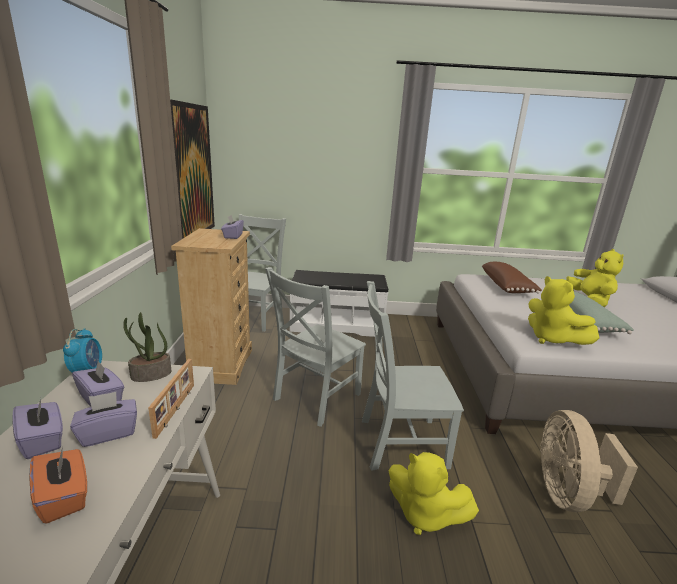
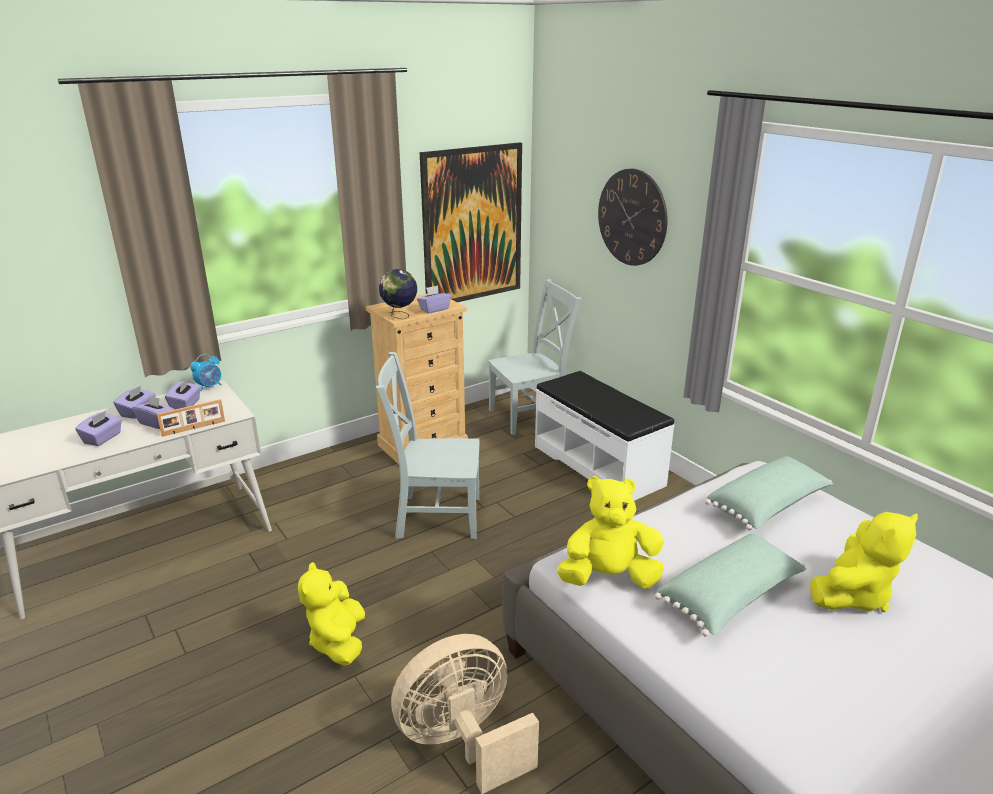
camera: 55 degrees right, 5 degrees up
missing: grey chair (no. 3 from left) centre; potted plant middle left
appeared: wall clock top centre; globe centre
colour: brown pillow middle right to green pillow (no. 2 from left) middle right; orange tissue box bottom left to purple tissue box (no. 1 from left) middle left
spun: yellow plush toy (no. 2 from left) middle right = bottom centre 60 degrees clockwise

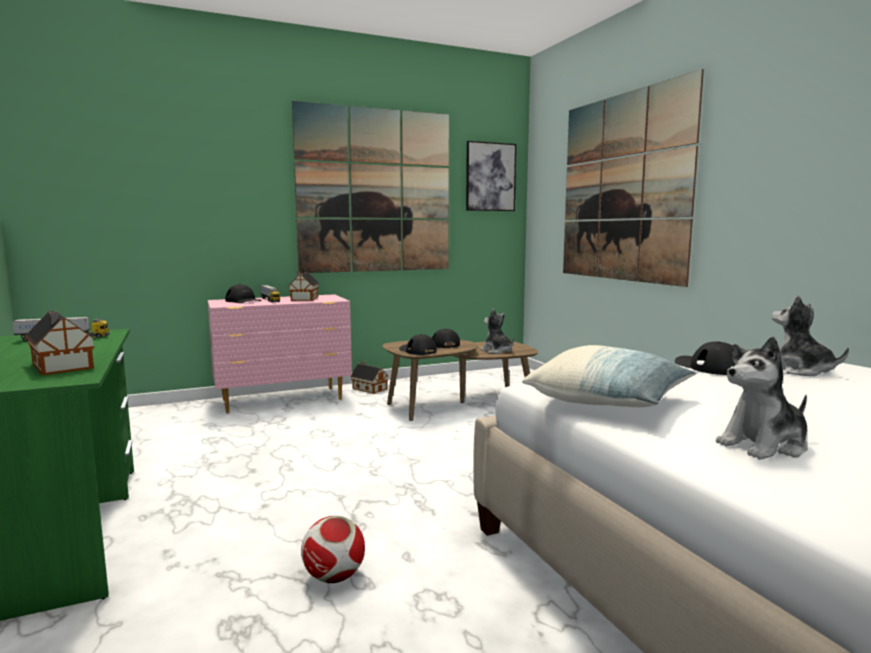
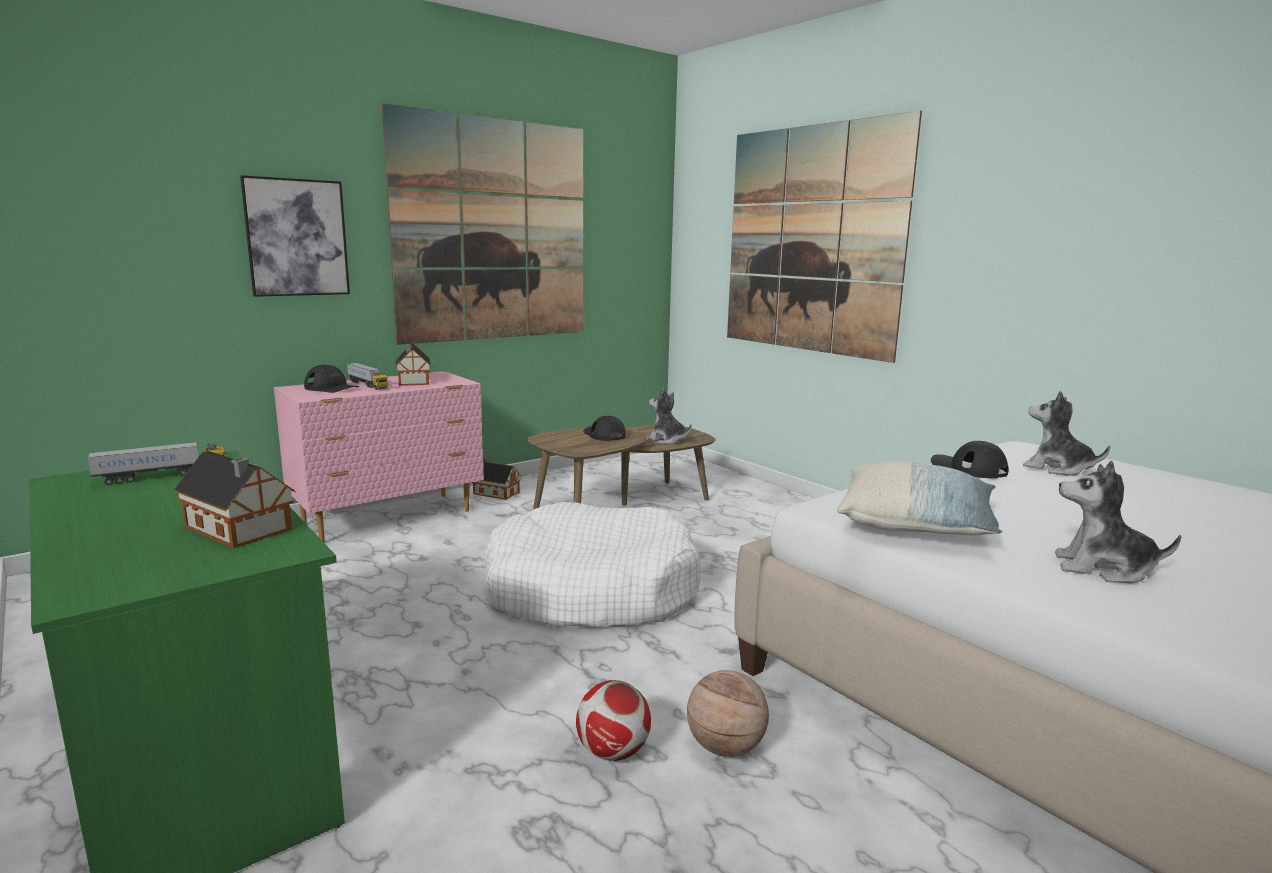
camera: 15 degrees left, 5 degrees up
missing: black cap (no. 2 from left) centre
appeared: white dog bed centre; basketball bottom centre
relocated: picture (no. 2 from left in the first image) top centre to picture (no. 1 from left) top left
spun: plush toy (no. 2 from left in the first image) middle right = middle right 60 degrees clockwise

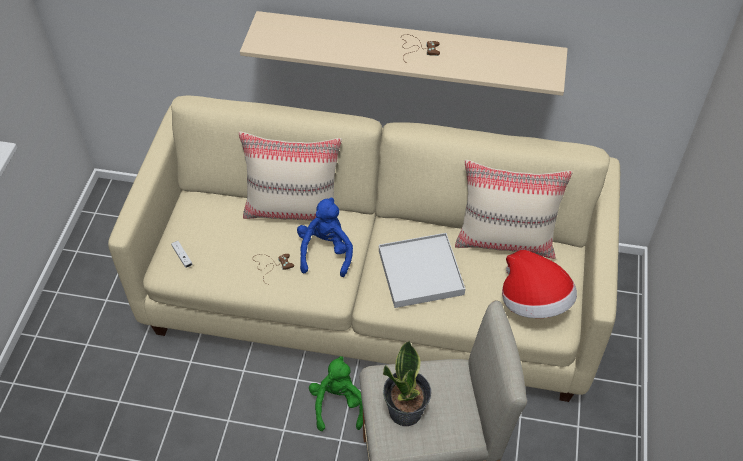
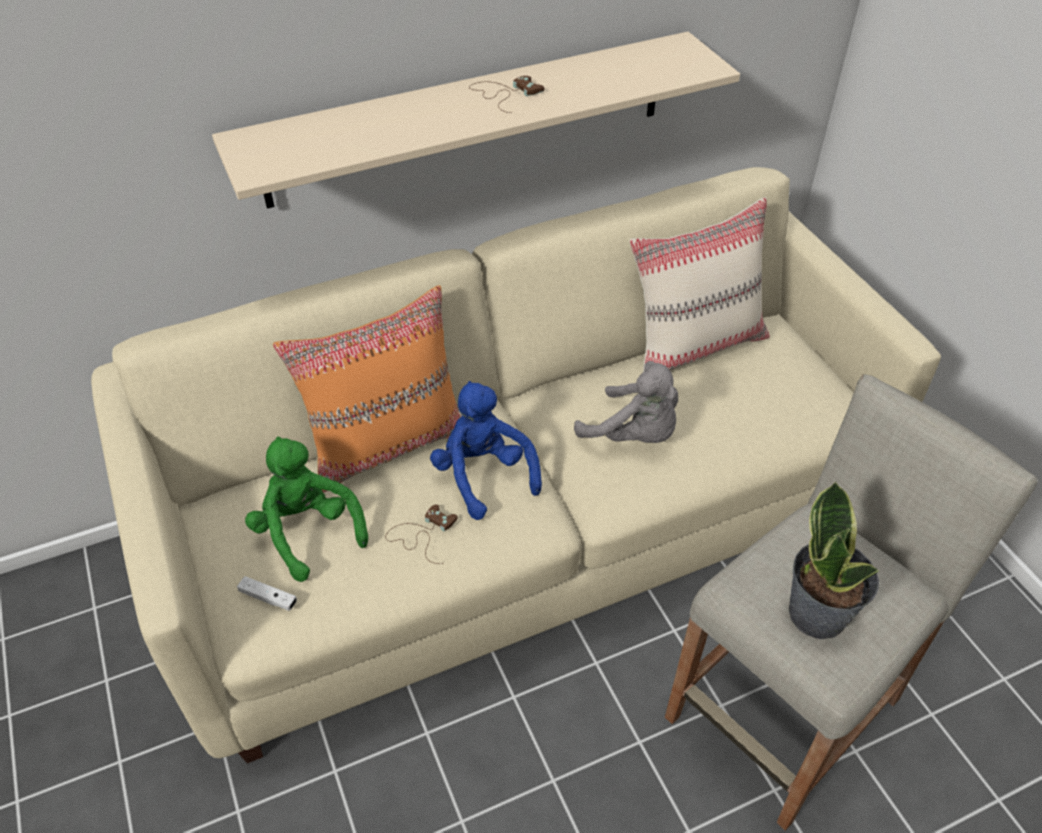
camera: 35 degrees left, 5 degrees down
missing: hat middle right
relocated: green plush toy bottom centre to middle left
exchanged: white tray centre to grey plush toy centre
colour: beige pillow (no. 1 from left) centre to orange pillow centre

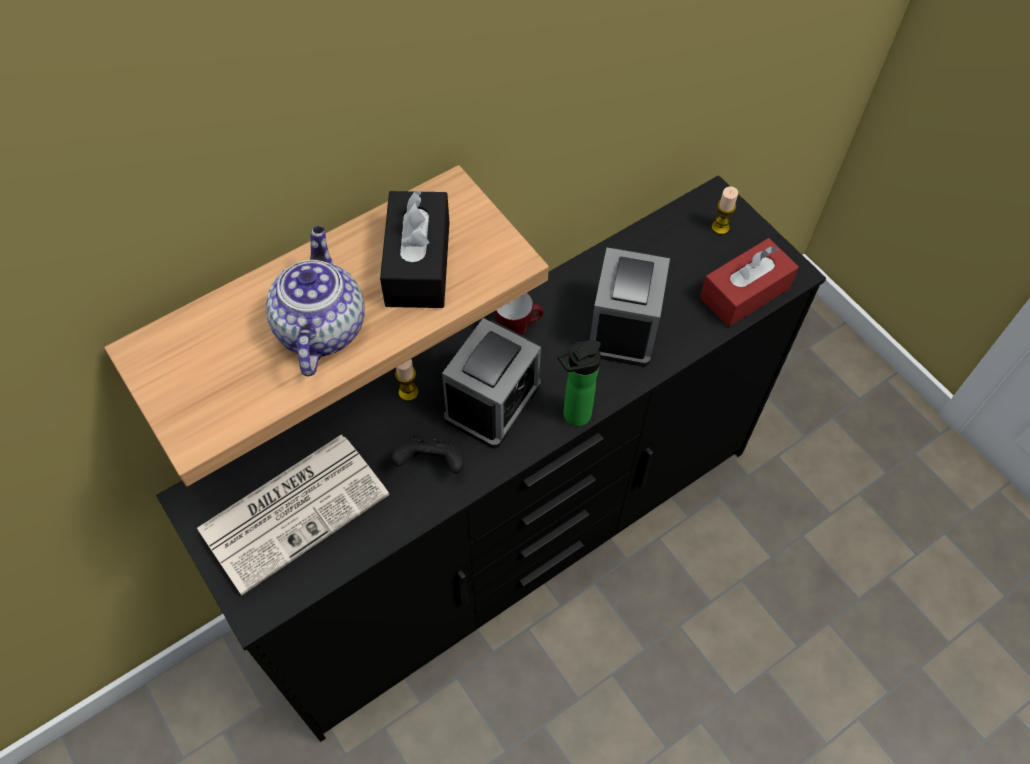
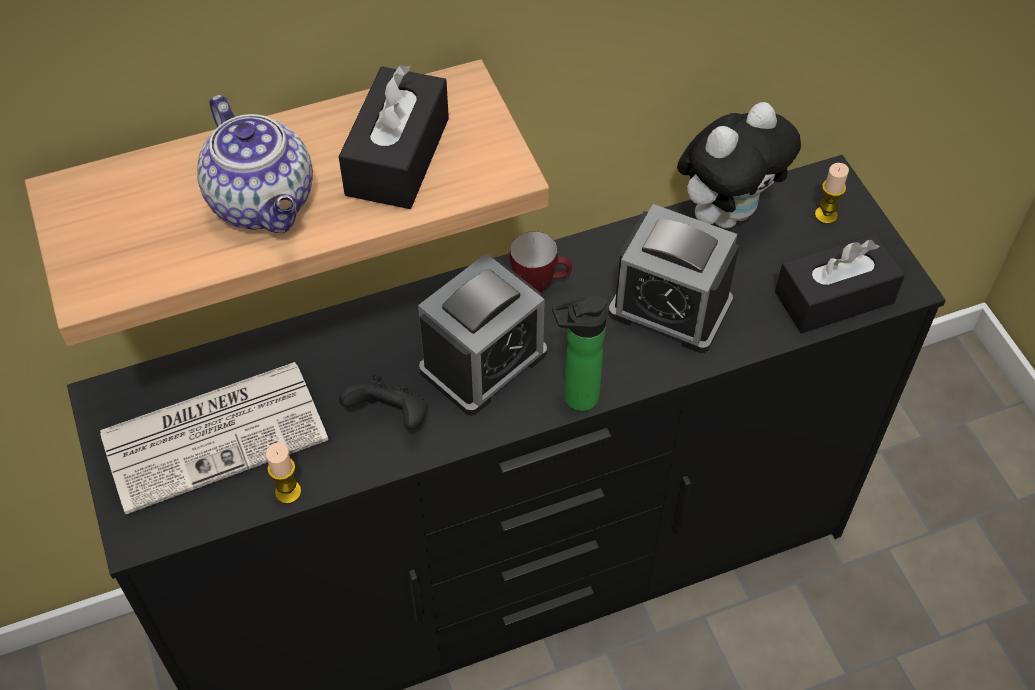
camera: 15 degrees right, 5 degrees down
appeared: plush toy top right
relocated: candle (no. 1 from left) centre to bottom left
colour: red tissue box middle right to black tissue box (no. 2 from left) middle right
spun: teapot middle left = top left 135 degrees clockwise; alarm clock (no. 2 from left) centre = centre 90 degrees clockwise

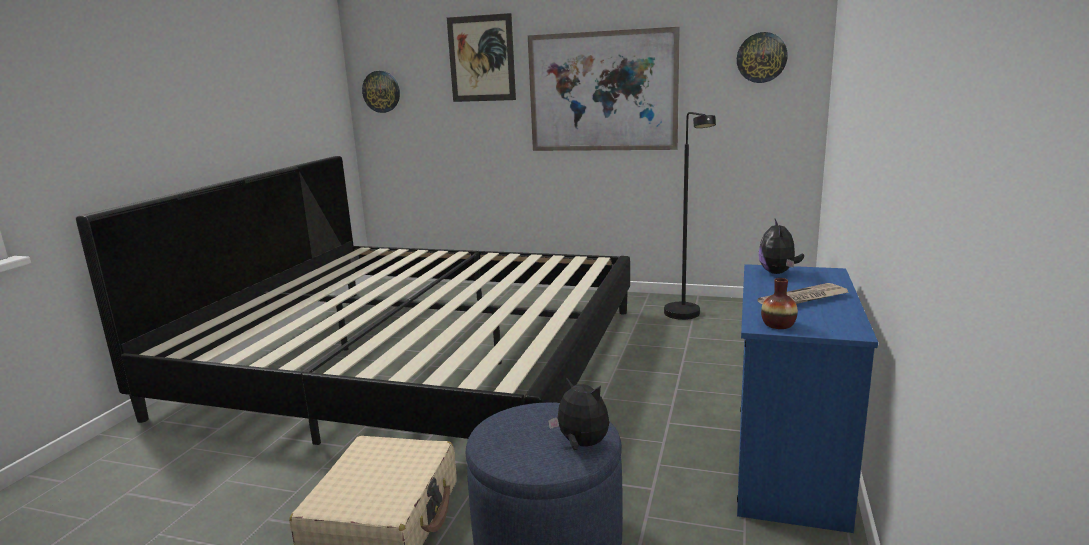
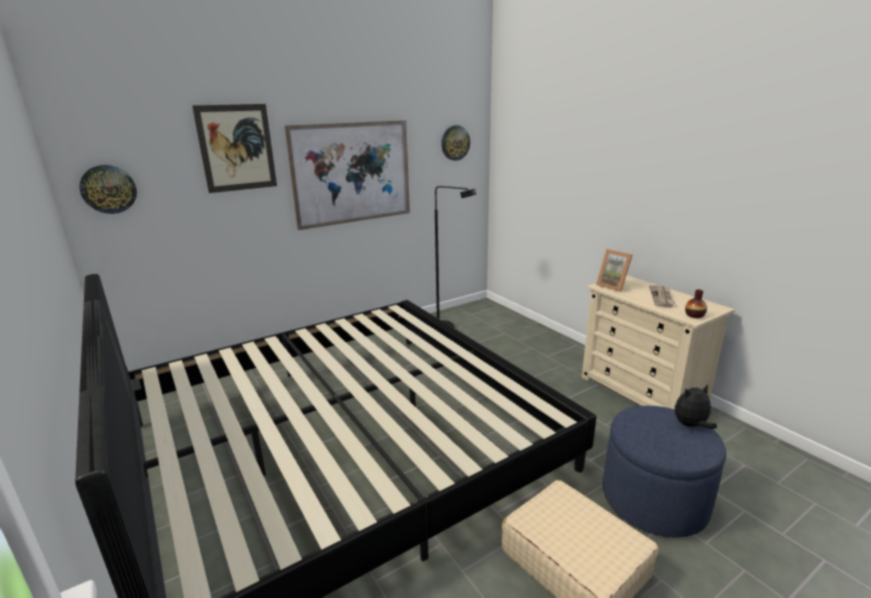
camera: 50 degrees left, 5 degrees up
exchanged: plush toy (no. 2 from left) middle right to picture frame middle right
colour: blue dresser bottom right to beige dresser middle right

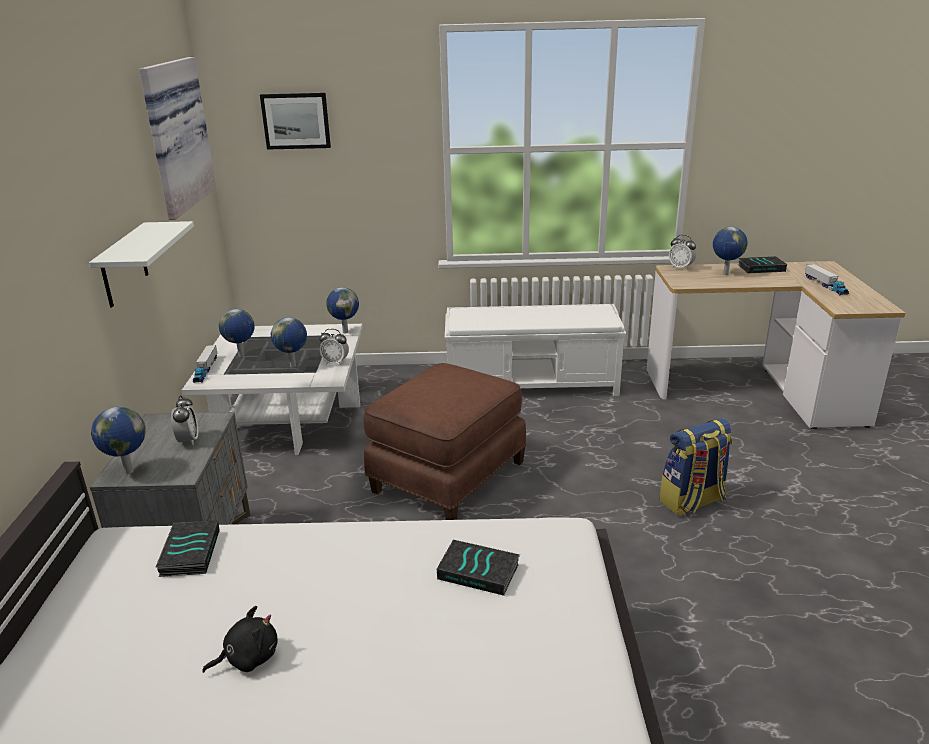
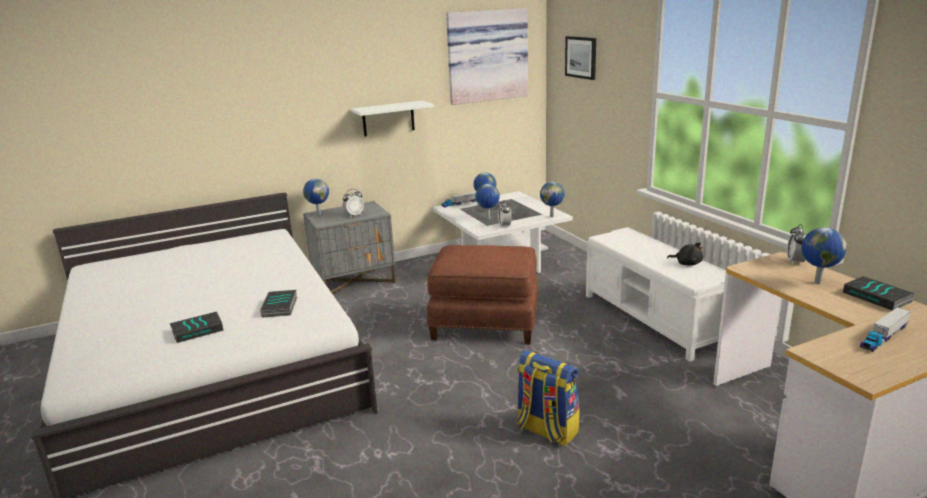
camera: 65 degrees right, 5 degrees down
relocated: book (no. 1 from left) bottom left to middle left; black plush toy bottom left to middle right

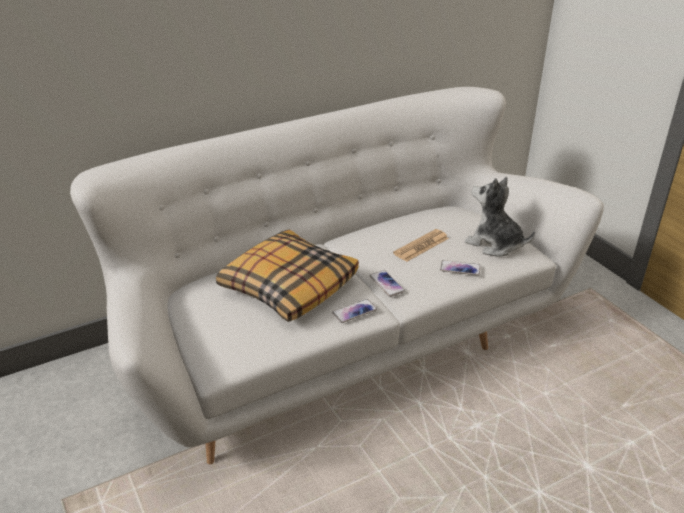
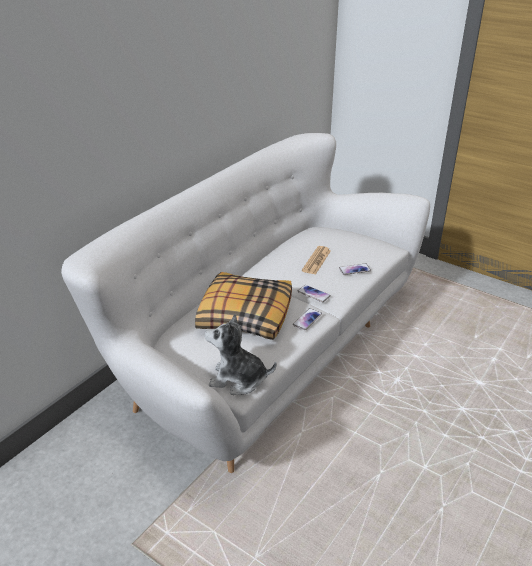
camera: 25 degrees left, 0 degrees up
relocated: plush toy middle right to centre

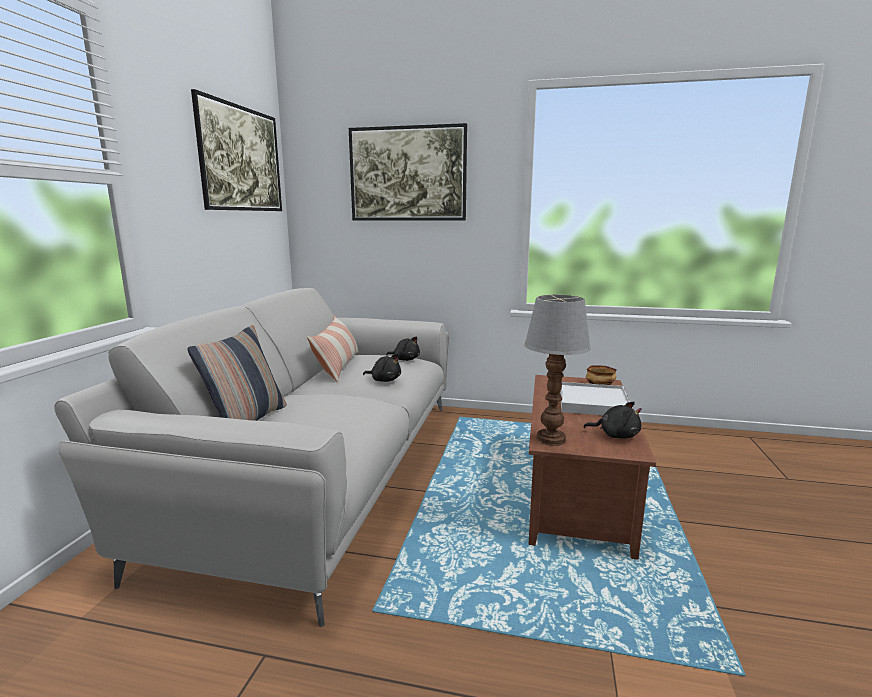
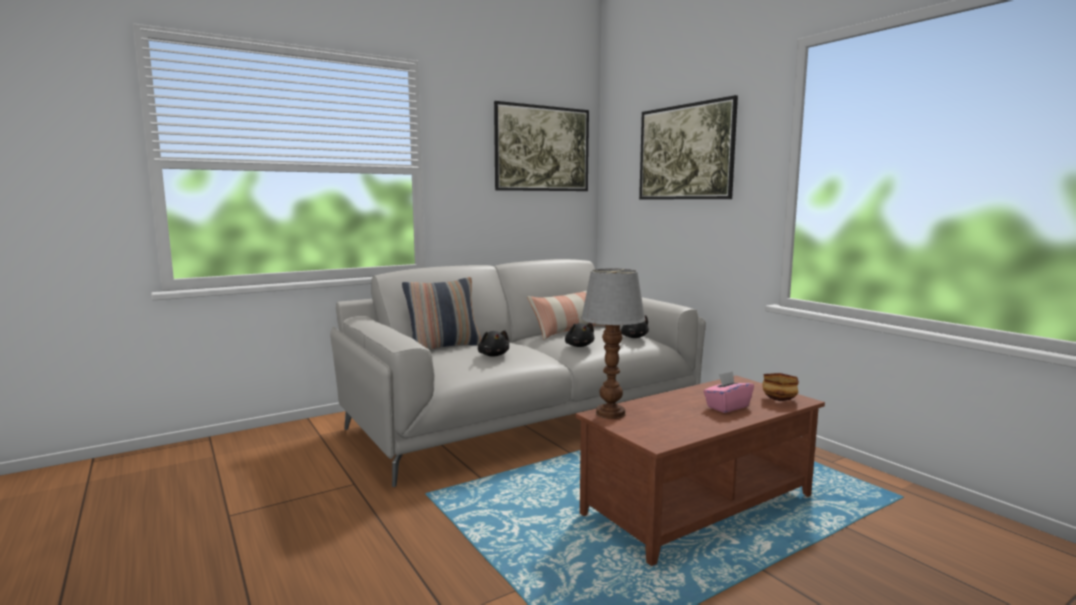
camera: 45 degrees right, 5 degrees down
relocated: black plush toy (no. 3 from left in the first image) middle right to black plush toy (no. 1 from left) centre
exchanged: white tray middle right to pink tissue box middle right

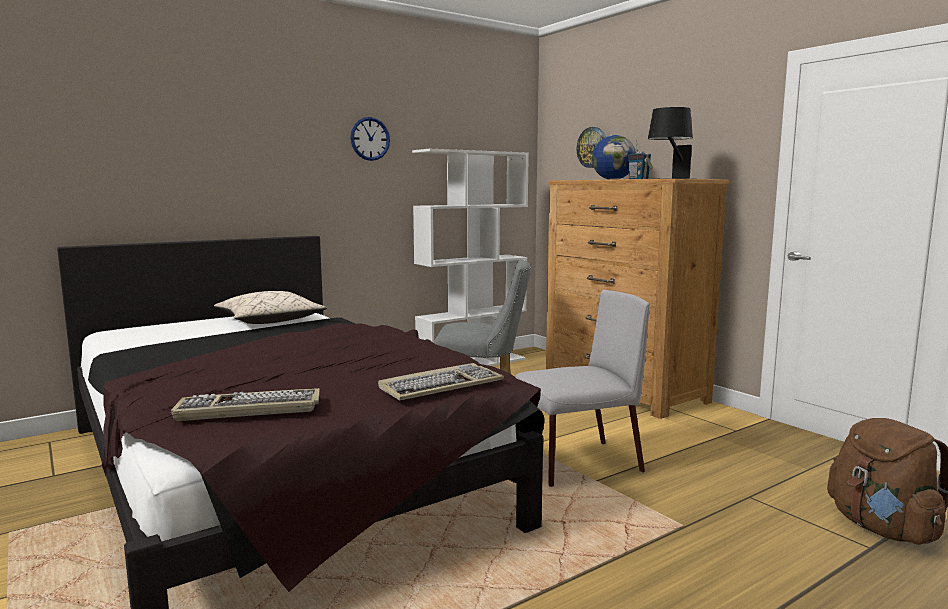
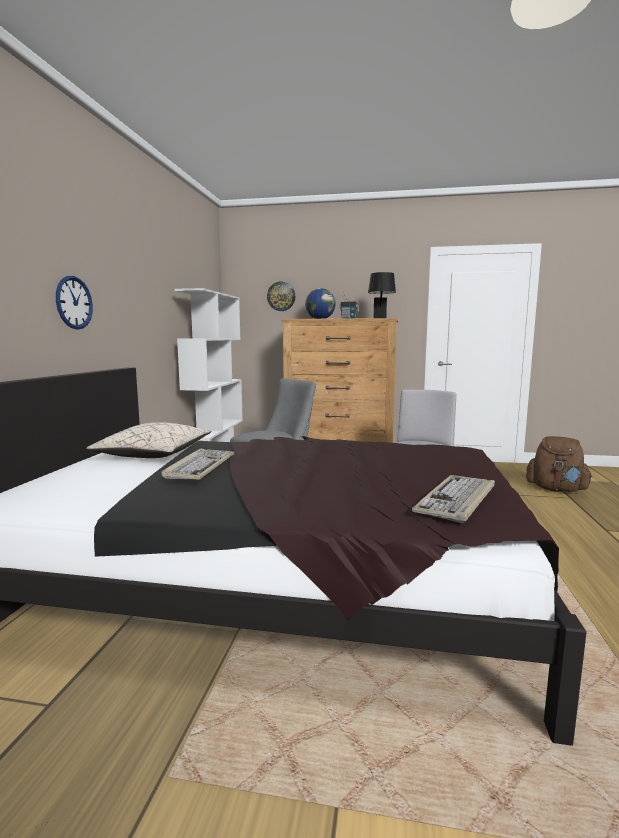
camera: 45 degrees left, 0 degrees up
relocated: wall clock (no. 1 from left) top centre to middle left; keyboard (no. 2 from left in the first image) centre to keyboard (no. 1 from left) middle left

